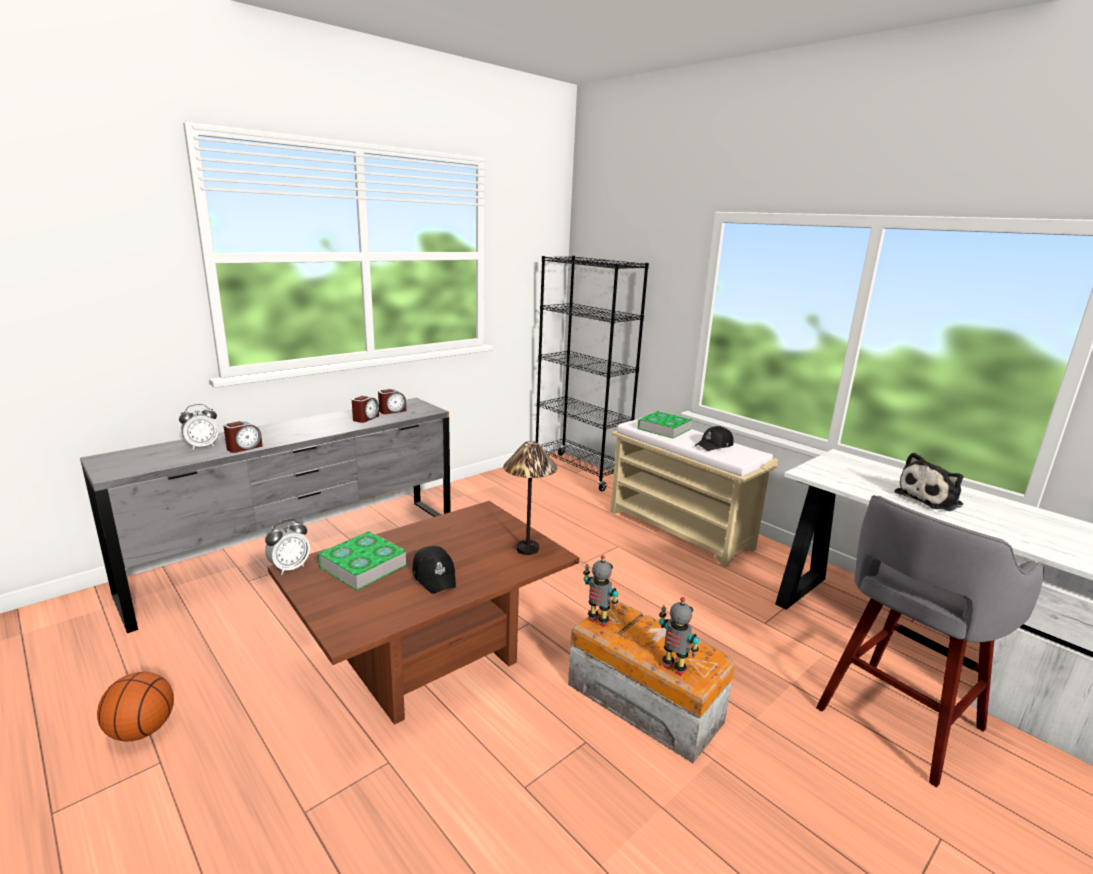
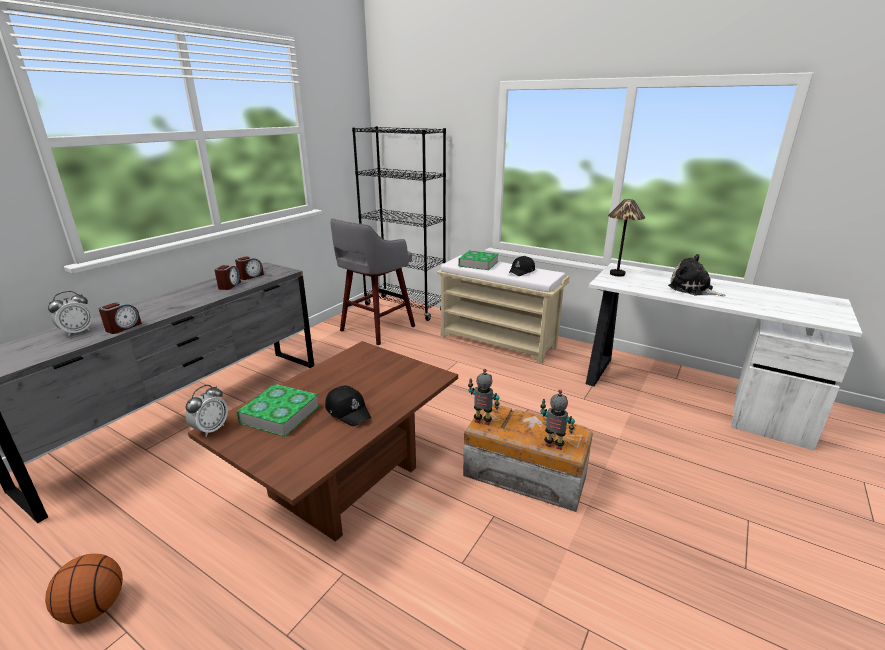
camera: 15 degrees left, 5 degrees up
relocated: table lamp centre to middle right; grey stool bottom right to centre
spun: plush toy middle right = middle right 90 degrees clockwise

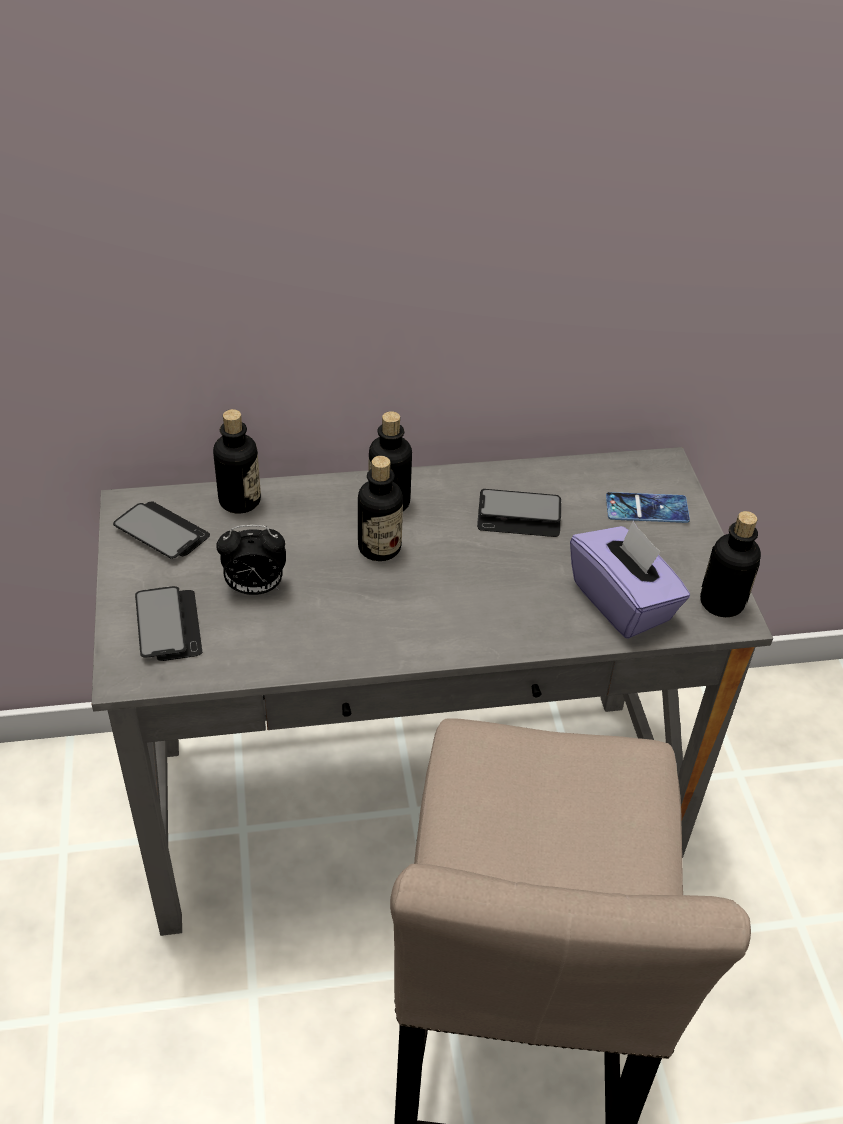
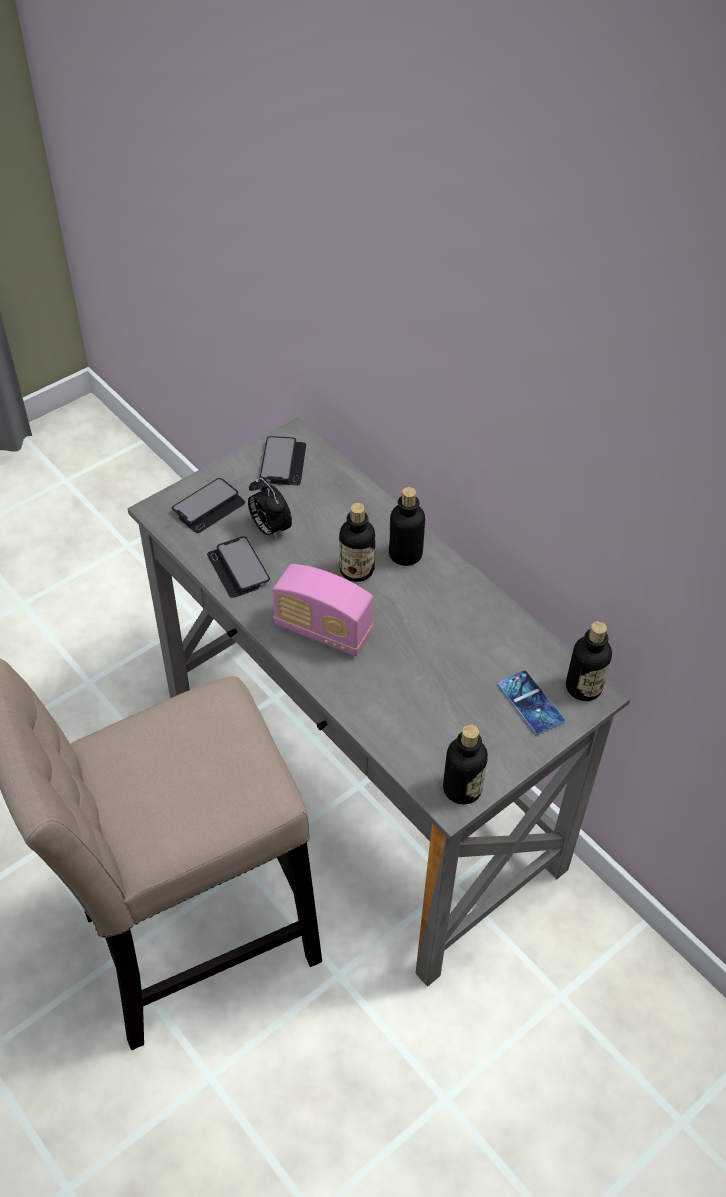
camera: 60 degrees right, 5 degrees up
missing: purple tissue box middle right
appeared: radio centre
relocated: bottle (no. 1 from left in the first image) middle left to bottle (no. 4 from left) middle right; phone (no. 3 from left in the first image) centre to phone (no. 2 from left) middle left

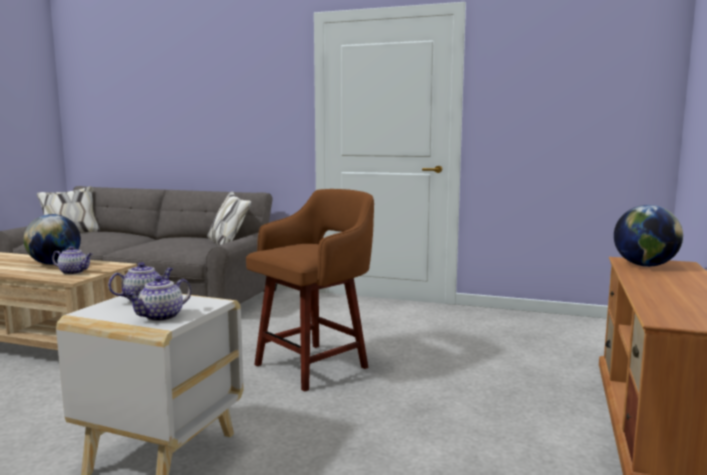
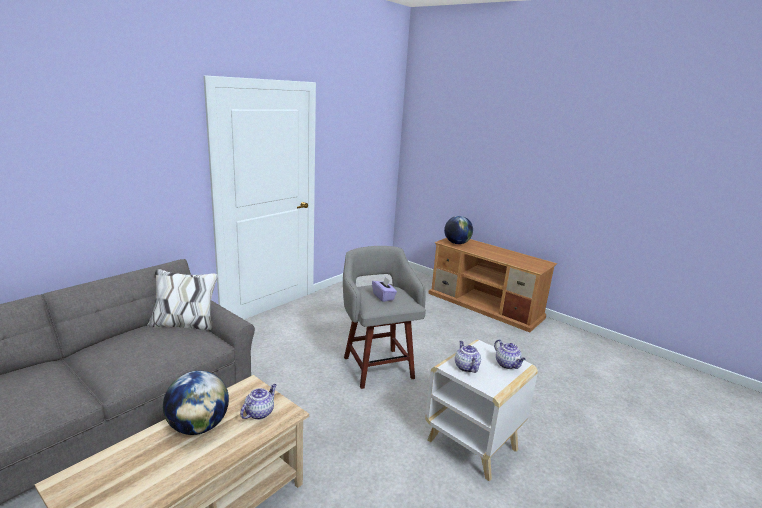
camera: 70 degrees left, 10 degrees up
appeared: purple tissue box centre
colour: brown stool centre to grey stool centre

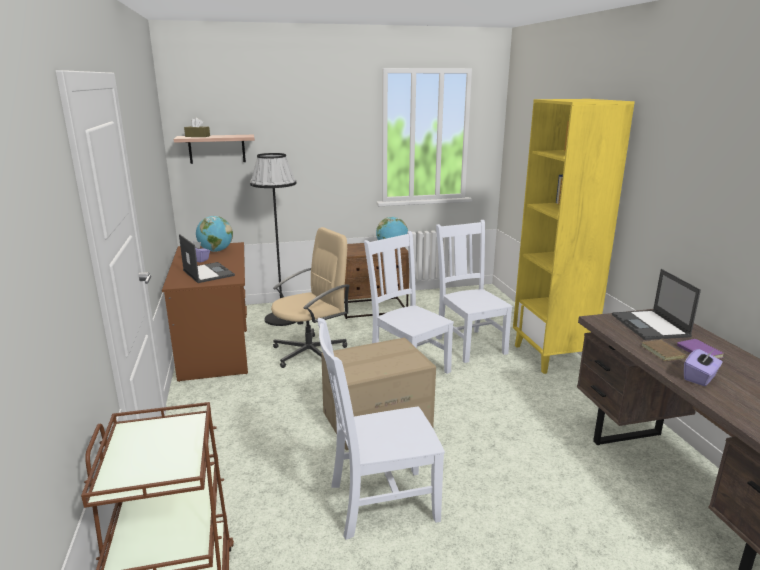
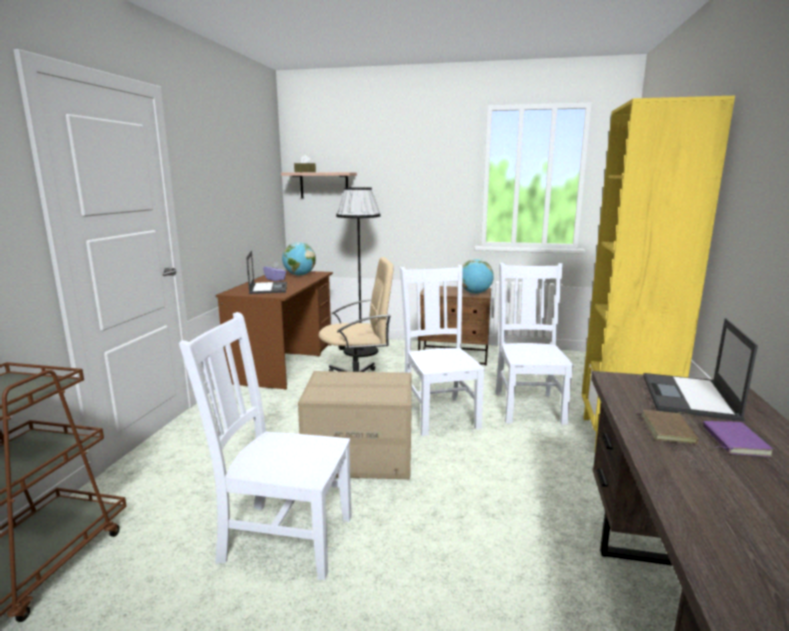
camera: 25 degrees right, 5 degrees down
missing: purple tissue box (no. 2 from left) middle right

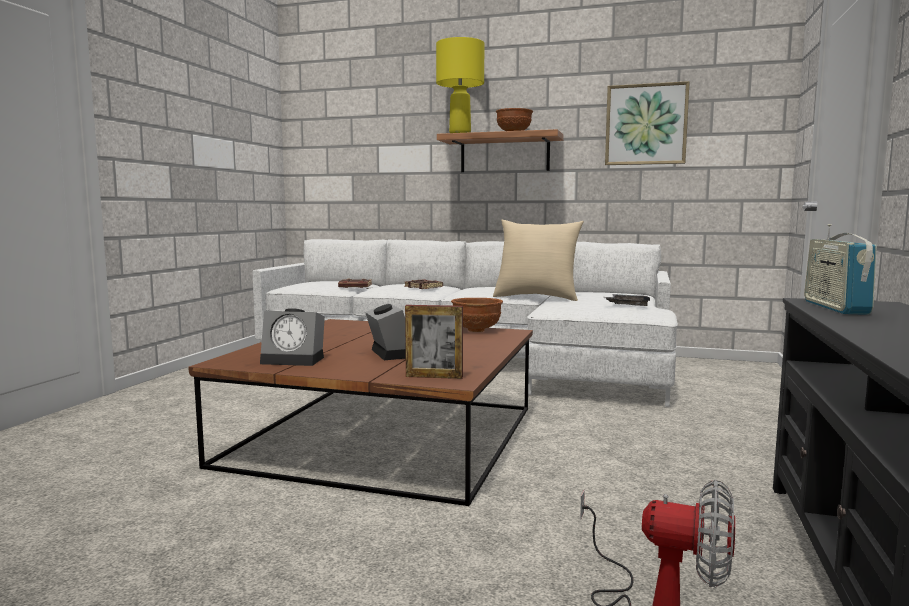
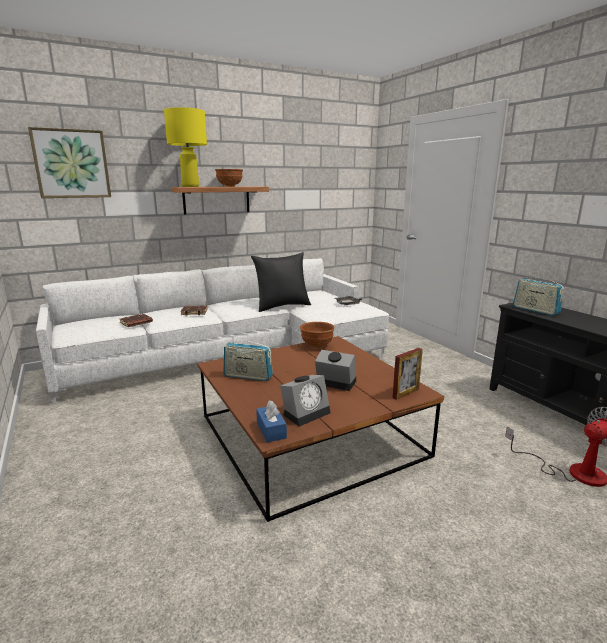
camera: 45 degrees left, 10 degrees up
appeared: radio (no. 1 from left) centre; blue tissue box centre
relocated: picture top right to top left
colour: beige pillow centre to black pillow centre

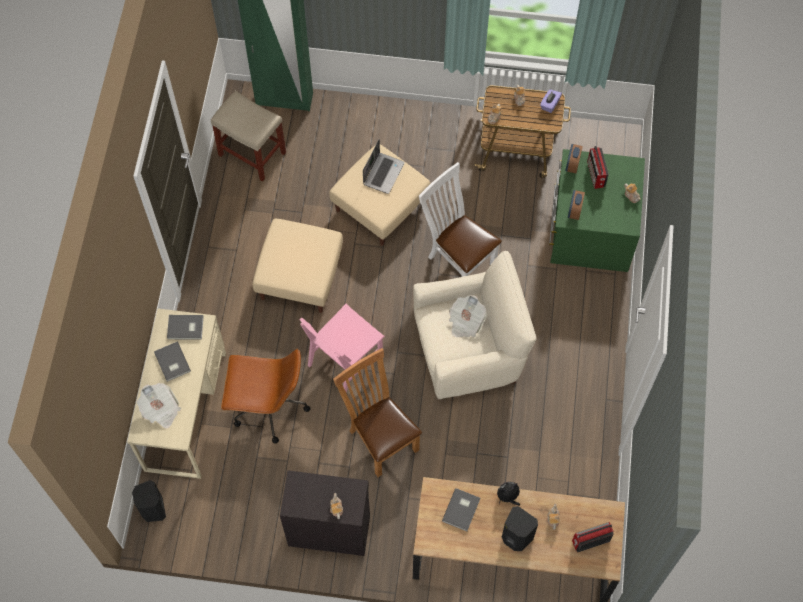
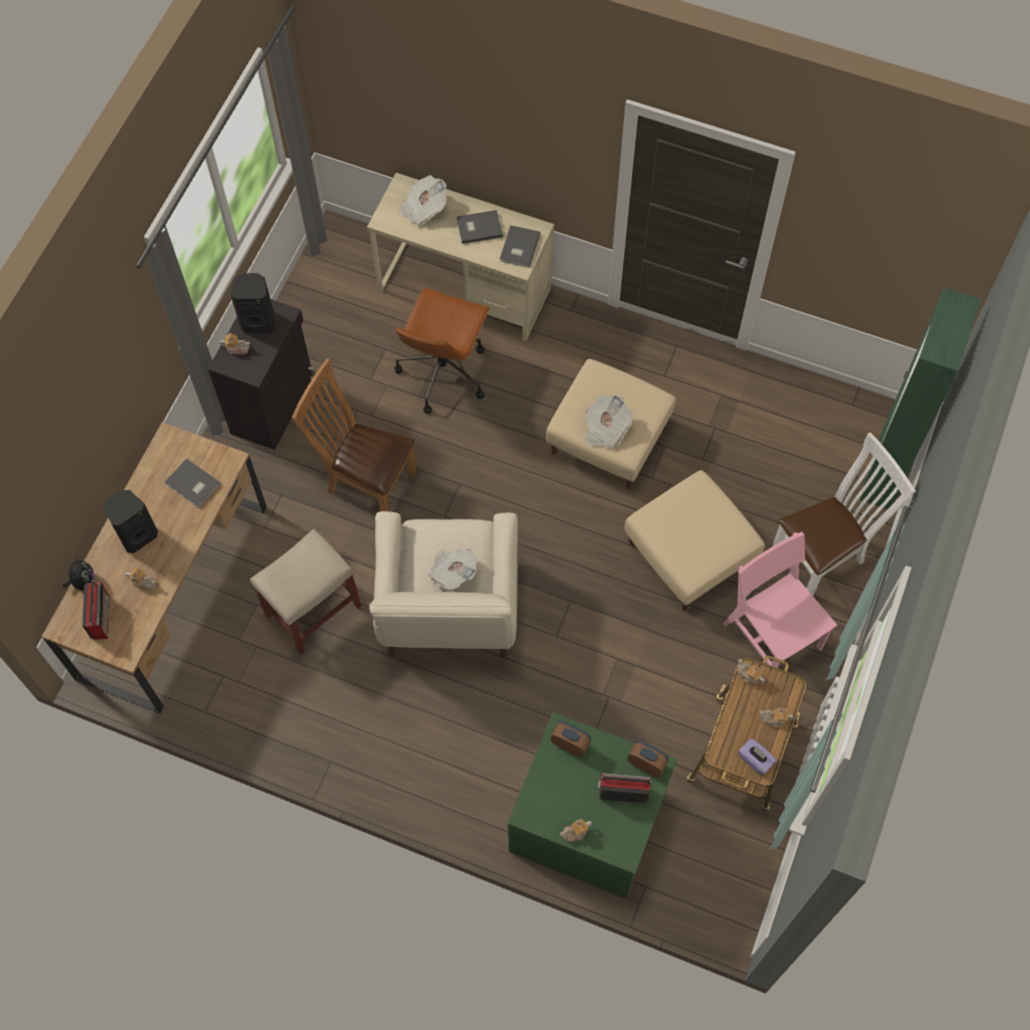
camera: 105 degrees right, 0 degrees up
missing: laptop top centre
appeared: newspaper (no. 3 from left) centre
relocated: beige stool top left to middle left; white chair centre to middle right; pink chair centre to middle right; black speaker (no. 1 from left in the first image) bottom left to black speaker (no. 2 from left) top left; plush toy bottom centre to middle left
spun: brown chair bottom centre = centre 135 degrees counterclockwise

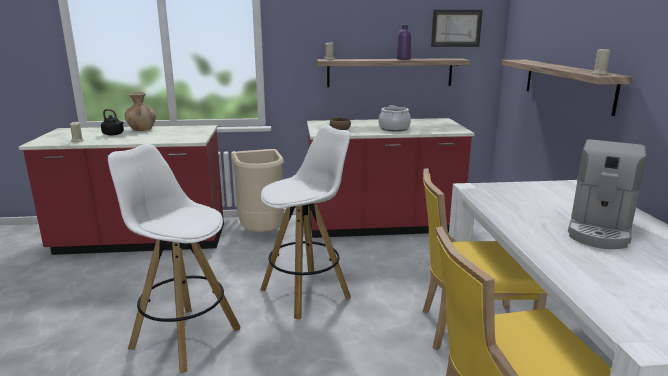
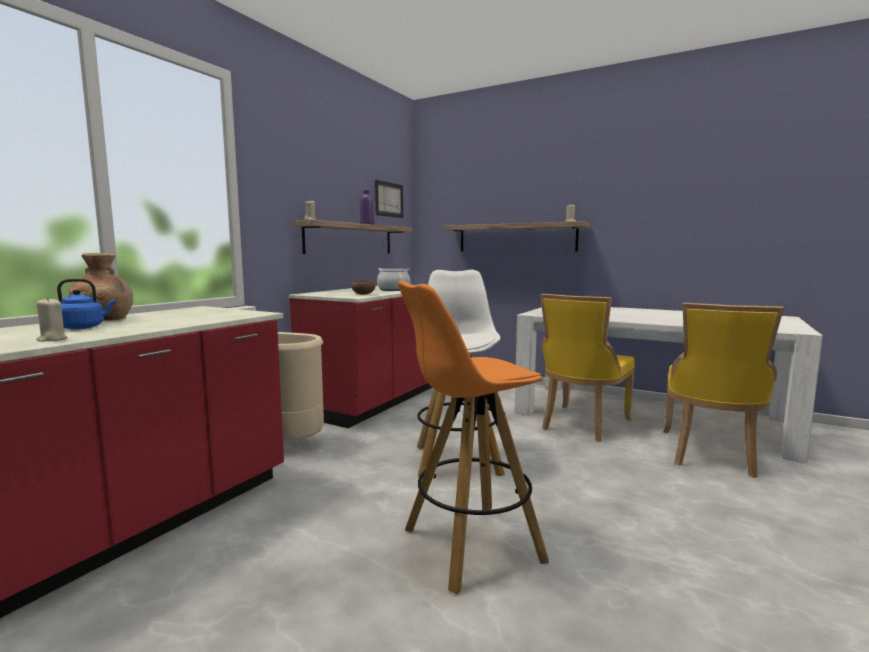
camera: 55 degrees left, 10 degrees down
missing: coffee machine middle right
colour: black kettle top left to blue kettle middle left; white stool (no. 1 from left) bottom left to orange stool bottom centre

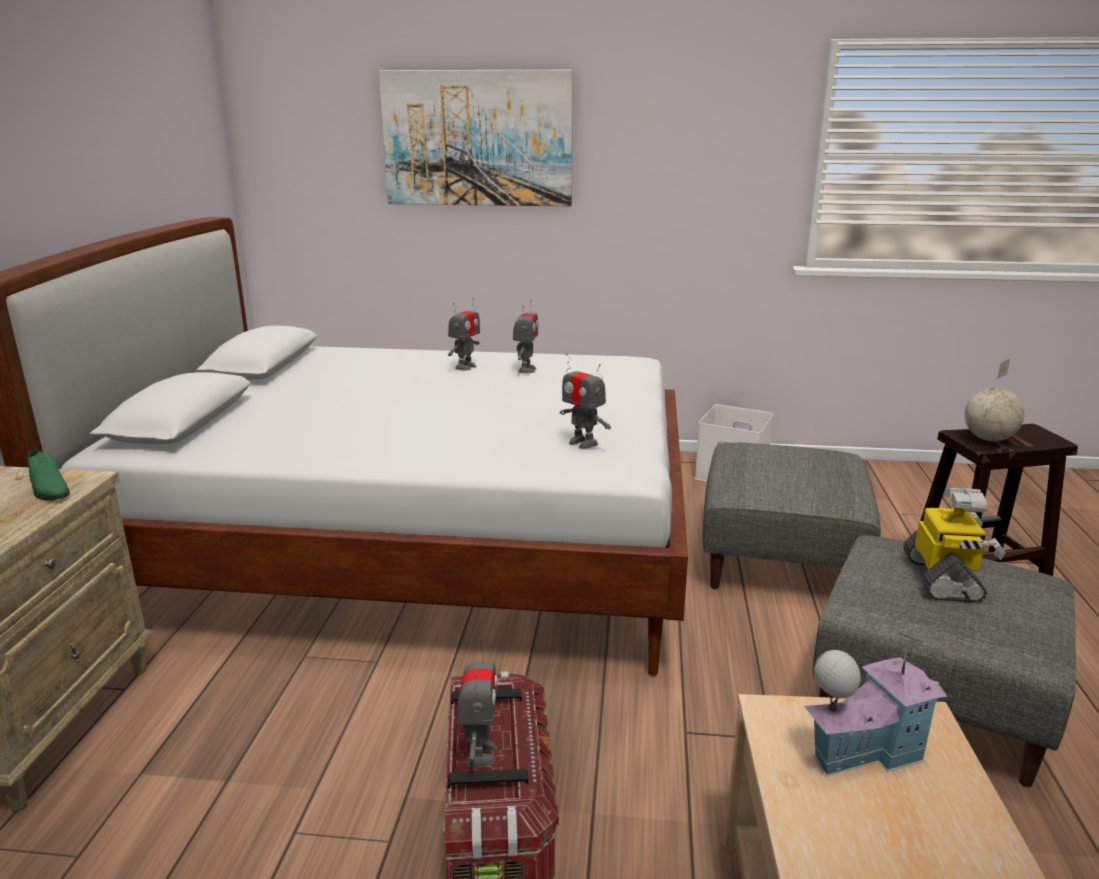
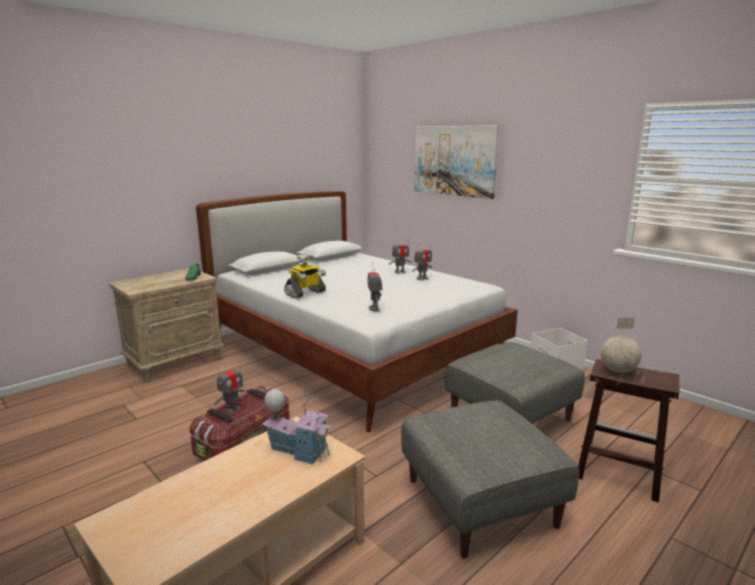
camera: 40 degrees right, 5 degrees down
relocated: toy robot (no. 5 from left in the first image) middle right to toy robot (no. 2 from left) centre

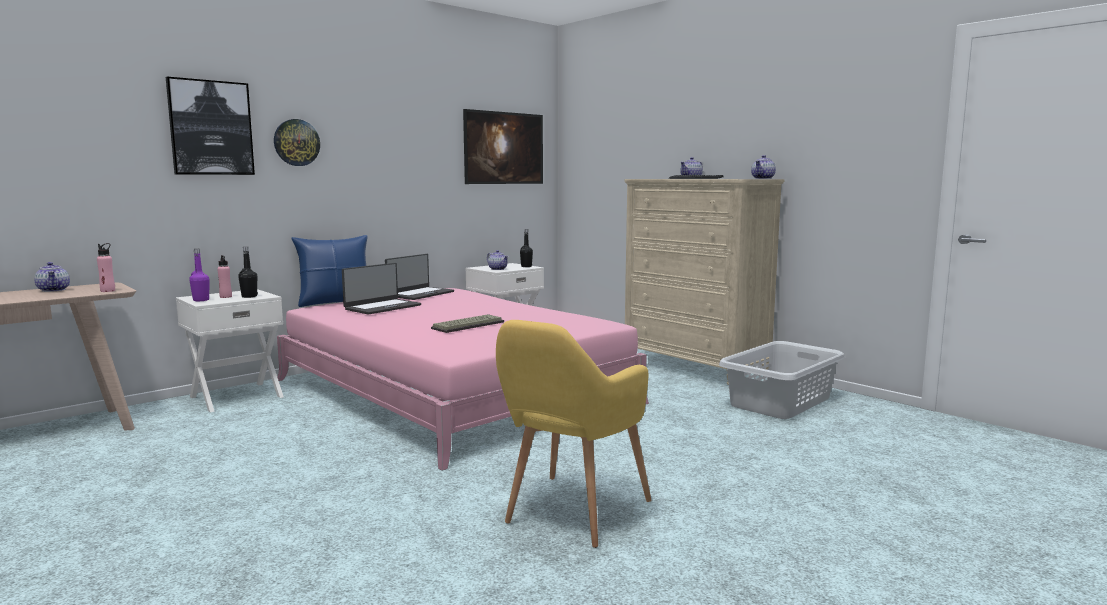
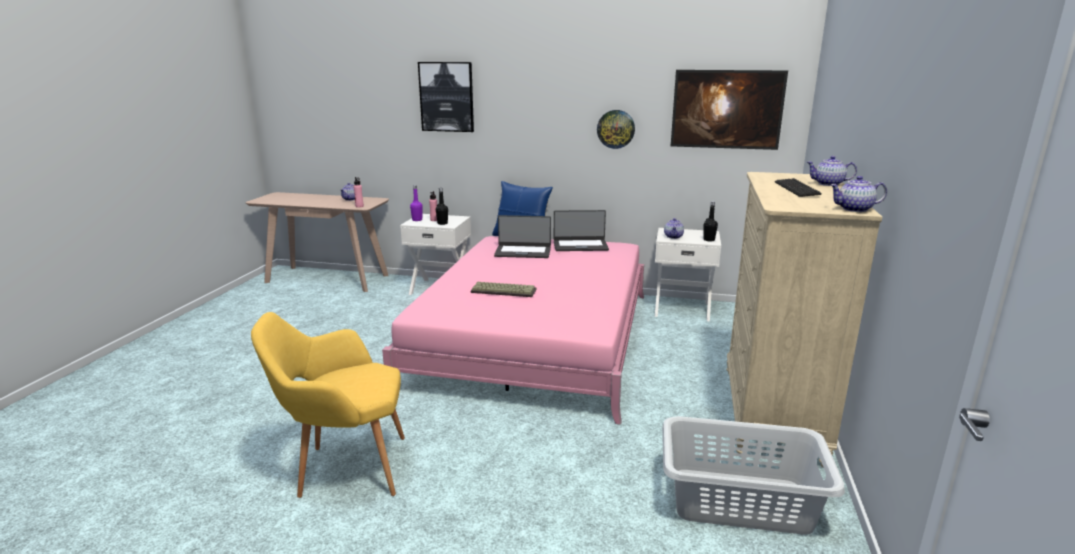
camera: 55 degrees right, 10 degrees up
relocated: wall clock top left to top centre

